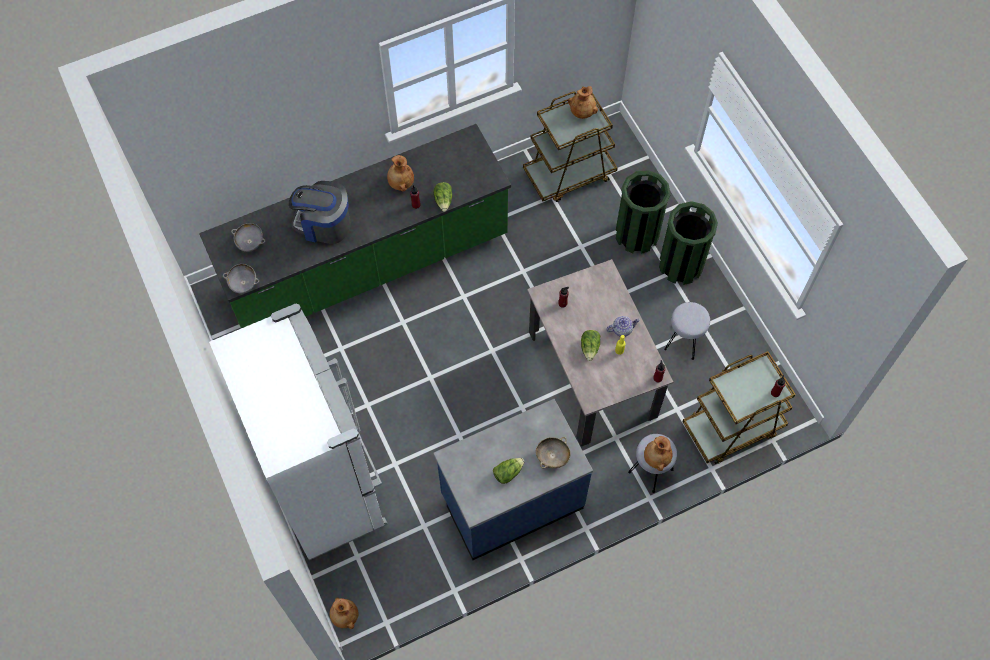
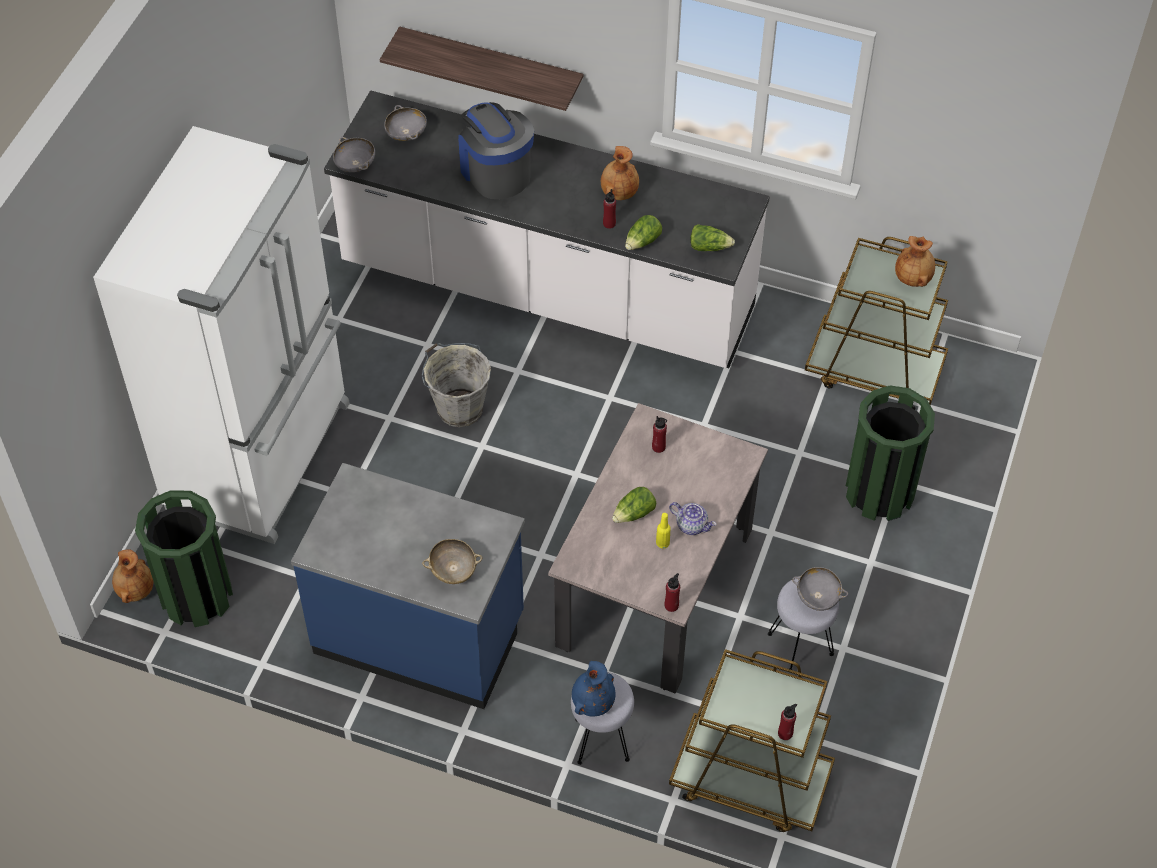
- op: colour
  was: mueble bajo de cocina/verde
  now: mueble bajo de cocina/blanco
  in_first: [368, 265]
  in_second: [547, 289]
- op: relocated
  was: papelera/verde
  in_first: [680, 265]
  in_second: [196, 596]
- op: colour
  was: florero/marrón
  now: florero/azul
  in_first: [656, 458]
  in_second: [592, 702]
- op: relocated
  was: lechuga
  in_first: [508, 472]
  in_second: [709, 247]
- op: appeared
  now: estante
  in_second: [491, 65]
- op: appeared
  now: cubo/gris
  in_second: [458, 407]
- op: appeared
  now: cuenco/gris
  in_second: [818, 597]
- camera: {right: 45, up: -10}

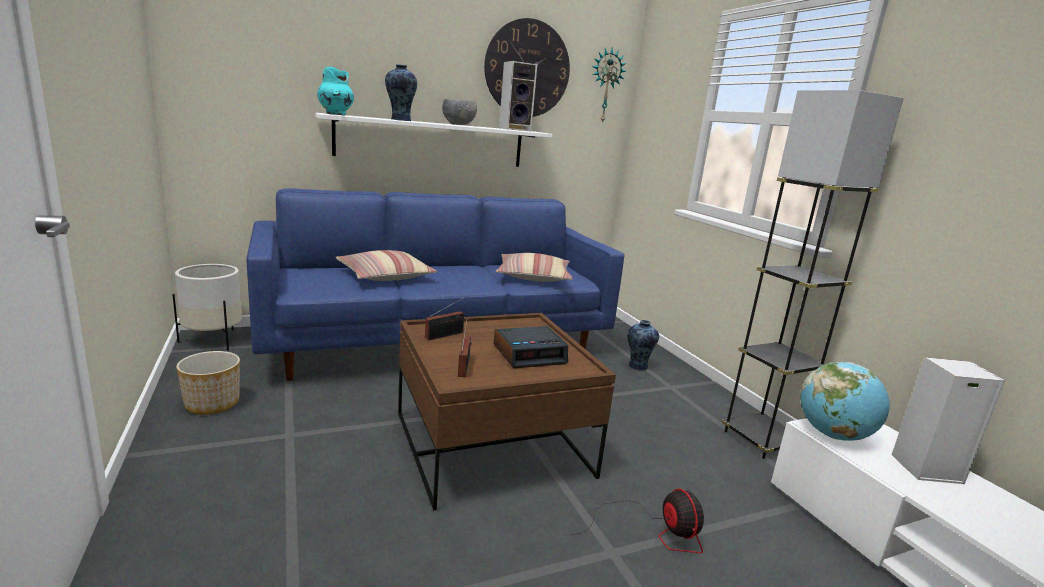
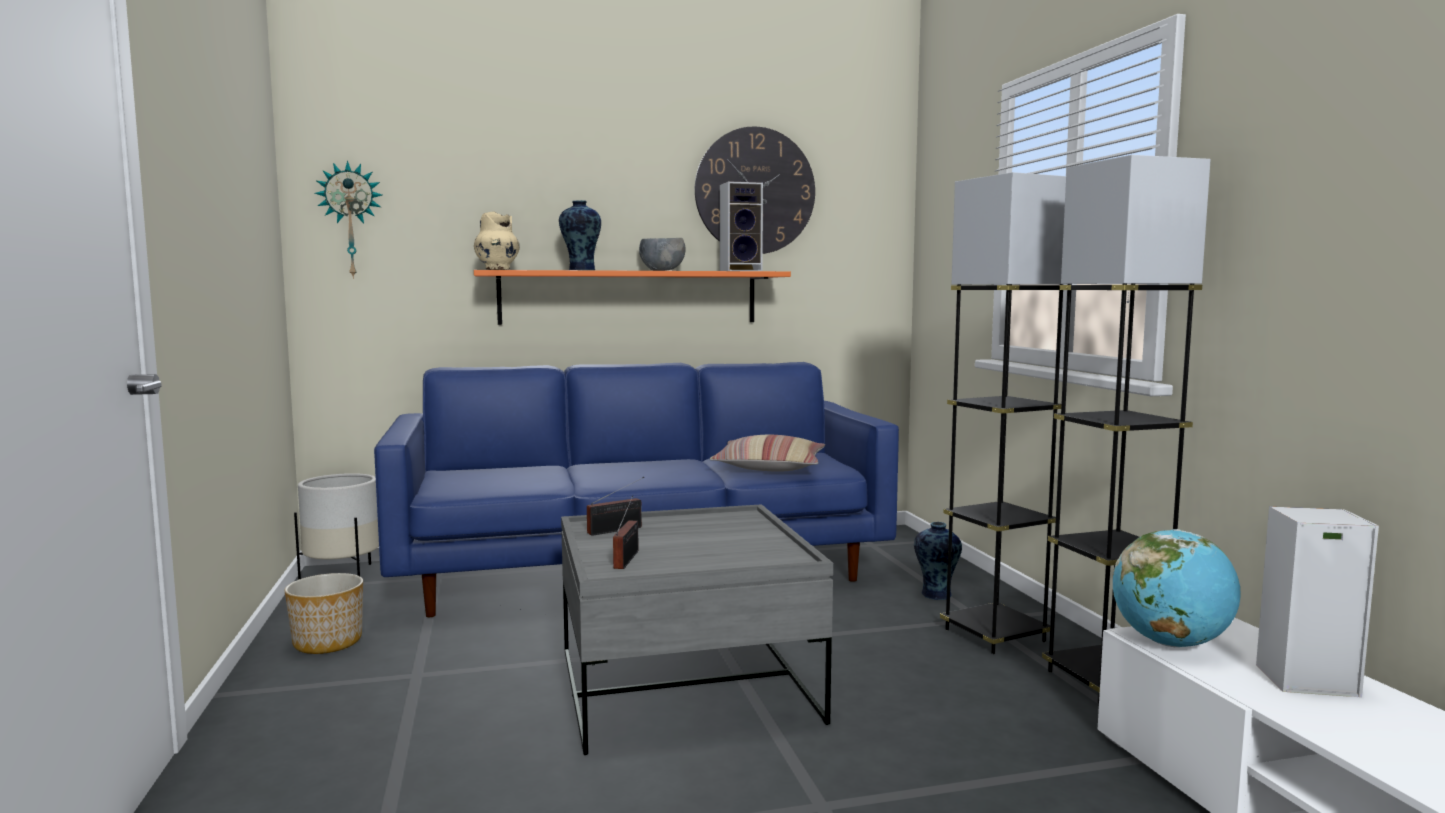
- op: relocated
  was: reloj de pared
  in_first: [605, 86]
  in_second: [351, 220]
- op: colour
  was: florero/turquesa
  now: florero/beis
  in_first: [336, 114]
  in_second: [497, 269]
- op: colour
  was: estante/blanco
  now: estante/naranja
  in_first: [432, 142]
  in_second: [629, 297]
- op: missing
  was: cojín
  in_first: [385, 276]
- op: colour
  was: mesa de centro/marrón
  now: mesa de centro/gris
  in_first: [491, 445]
  in_second: [685, 686]
- op: missing
  was: despertador
  in_first: [529, 354]
- op: missing
  was: ventilador
  in_first: [652, 531]
- op: appeared
  now: lámpara de pie/gris
  in_second: [994, 635]
- camera: {right: 10, up: -10}

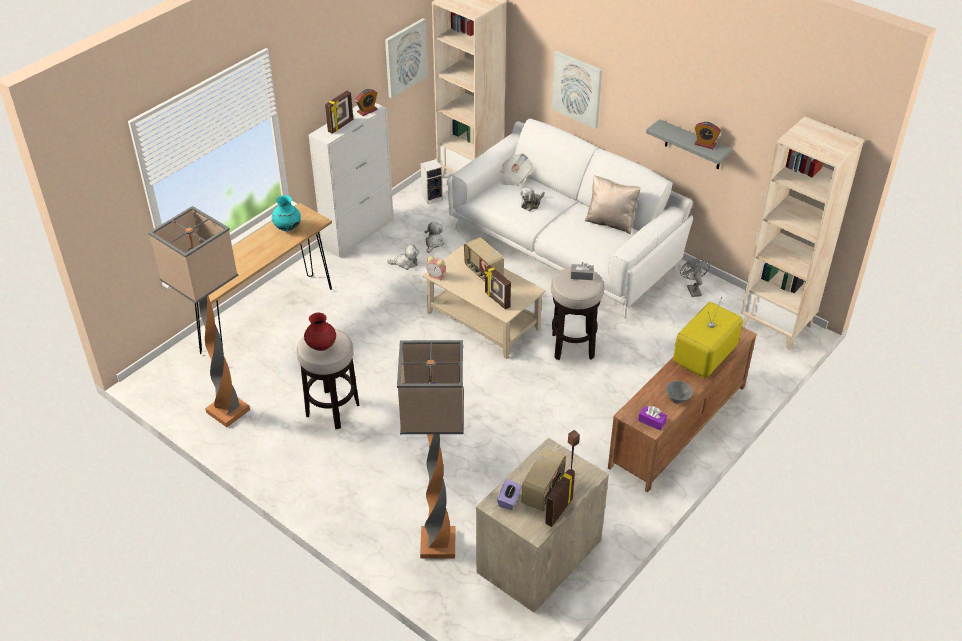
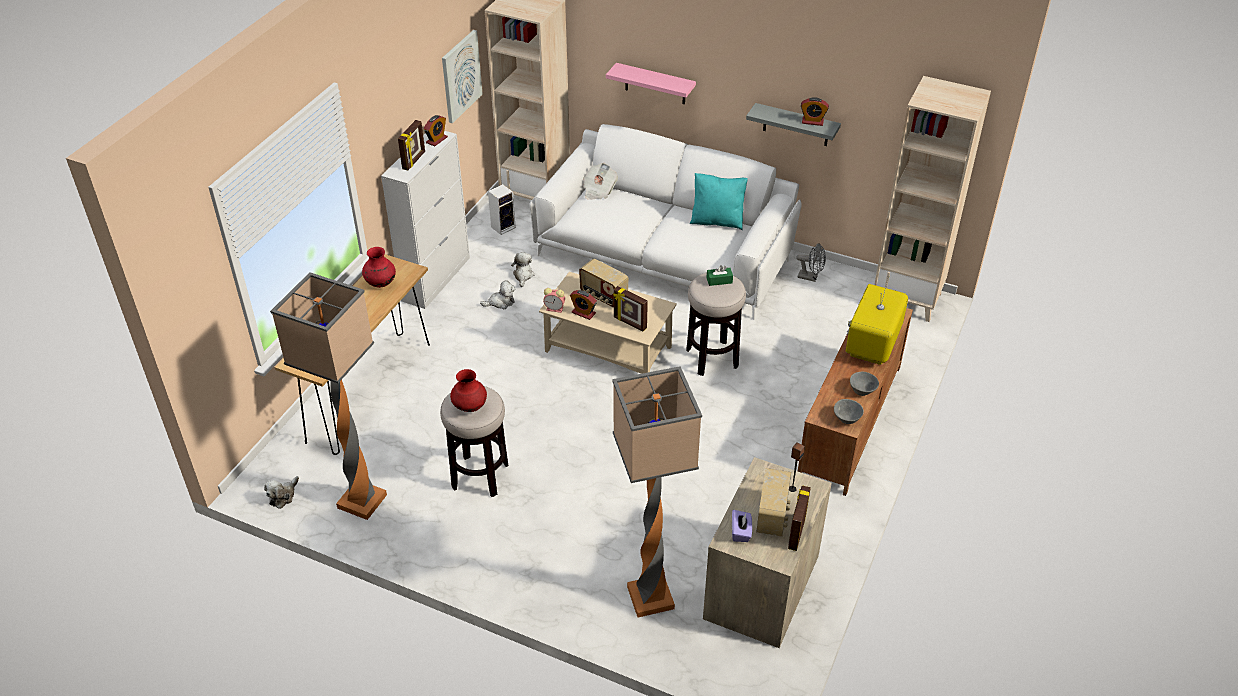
- op: exchanged
  was: cuadro
  now: estante/rosa
  in_first: [577, 89]
  in_second: [655, 84]
- op: colour
  was: cojín/beis
  now: cojín/turquesa
  in_first: [610, 222]
  in_second: [717, 221]
- op: relocated
  was: peluche
  in_first: [531, 203]
  in_second: [283, 496]
- op: colour
  was: florero/turquesa
  now: florero/rojo
  in_first: [287, 227]
  in_second: [380, 283]
- op: spun
  was: ventilador/gris
  in_first: [692, 289]
  in_second: [810, 277]
  clockwise: 135
- op: colour
  was: caja de pañuelos/gris
  now: caja de pañuelos/verde
  in_first: [581, 275]
  in_second: [719, 280]
- op: exchanged
  was: caja de pañuelos/morado
  now: cuenco/gris
  in_first: [652, 421]
  in_second: [846, 419]
- op: appeared
  now: despertador
  in_second: [583, 313]
- camera: {right: -15, up: 0}

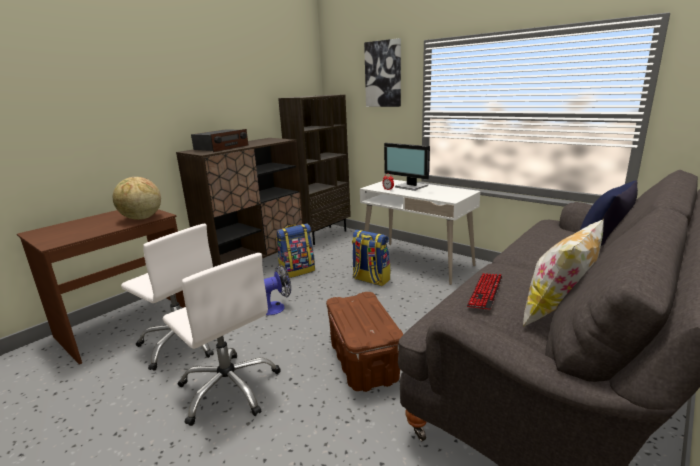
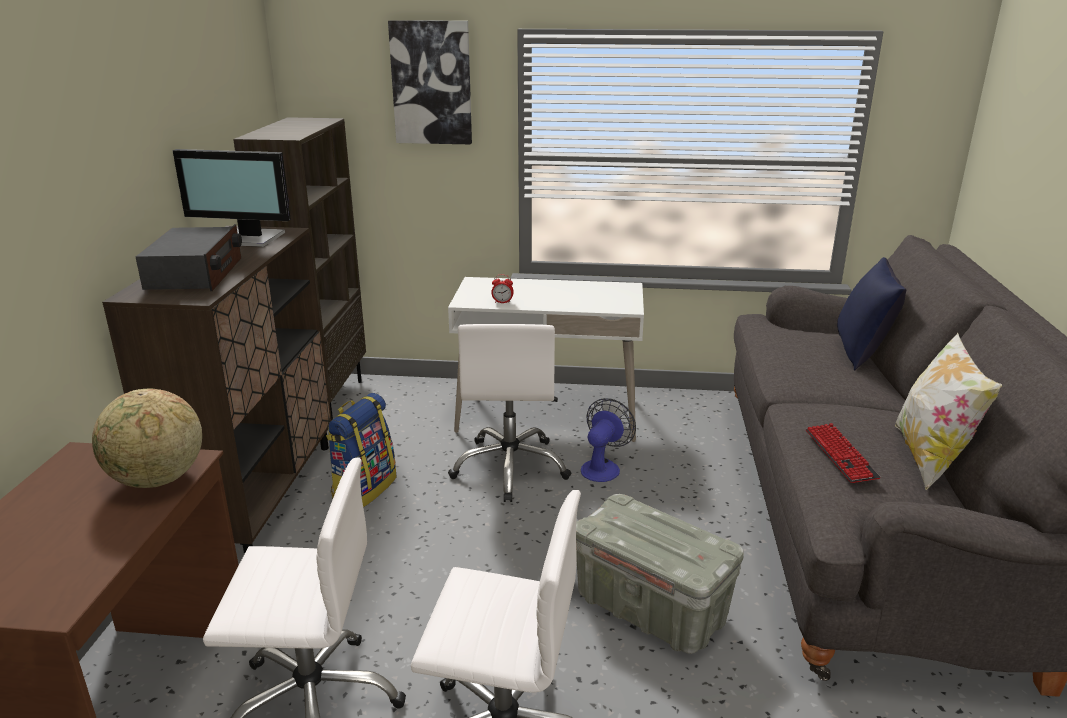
- op: relocated
  was: monitor
  in_first: [411, 187]
  in_second: [250, 239]
- op: exchanged
  was: mochila
  now: silla de oficina/blanco
  in_first: [370, 280]
  in_second: [511, 467]
- op: relocated
  was: ventilador
  in_first: [276, 307]
  in_second: [603, 467]
- op: colour
  was: caja de almacenaje/marrón
  now: caja de almacenaje/gris
  in_first: [364, 363]
  in_second: [652, 608]
- camera: {right: -35, up: 5}

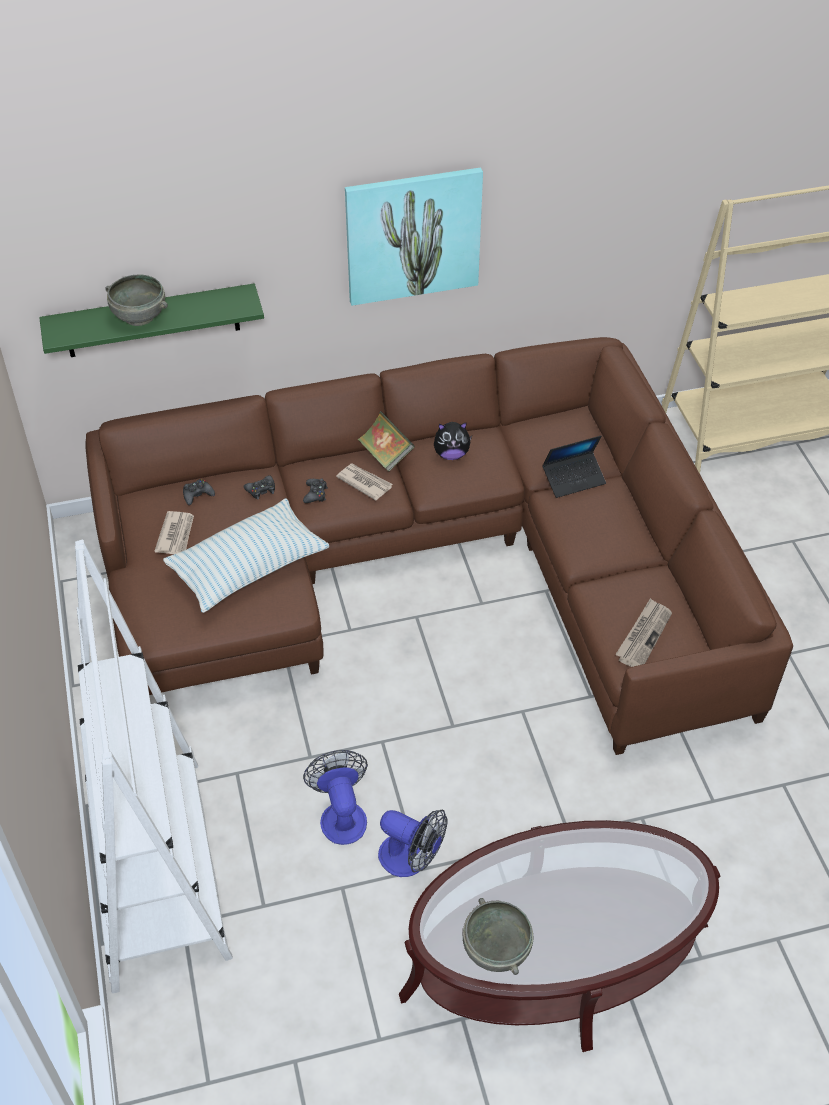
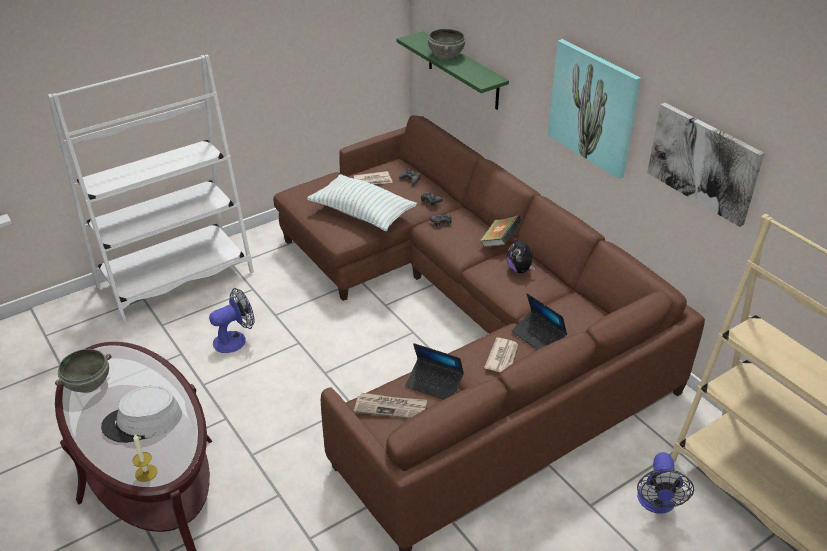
- op: relocated
  was: periódico
  in_first: [364, 482]
  in_second: [502, 357]
- op: relocated
  was: ventilador
  in_first: [411, 859]
  in_second: [656, 503]
- op: appeared
  now: cuadro
  in_second: [703, 162]
- op: appeared
  now: portátil
  in_second: [434, 384]
- op: appeared
  now: sombrero/gris
  in_second: [142, 421]
- op: appeared
  now: vela
  in_second: [146, 473]
- camera: {right: 70, up: -10}

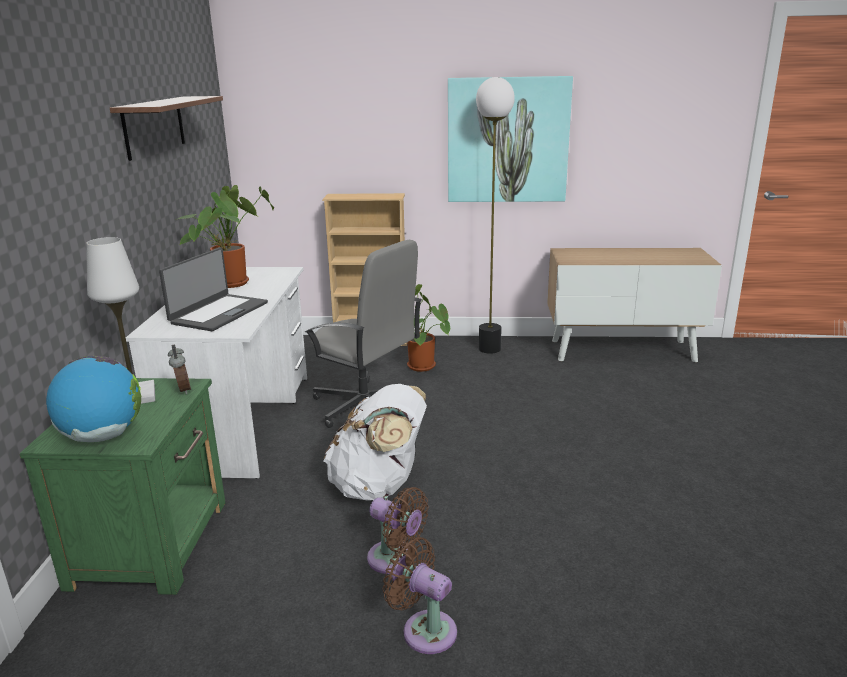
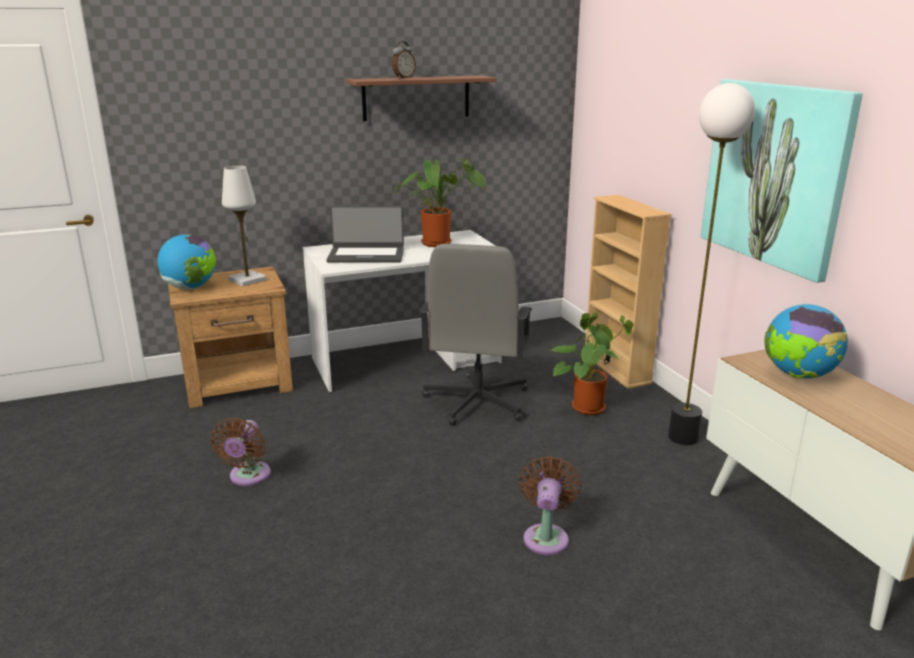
- op: relocated
  was: despertador
  in_first: [182, 390]
  in_second: [403, 78]
- op: colour
  was: mesita de noche/verde
  now: mesita de noche/marrón
  in_first: [153, 542]
  in_second: [239, 383]
- op: missing
  was: mochila/blanco
  in_first: [379, 486]
- op: relocated
  was: ventilador/marrón
  in_first: [424, 629]
  in_second: [546, 536]
- op: appeared
  now: globo terráqueo
  in_second: [798, 375]
- camera: {right: 65, up: 0}

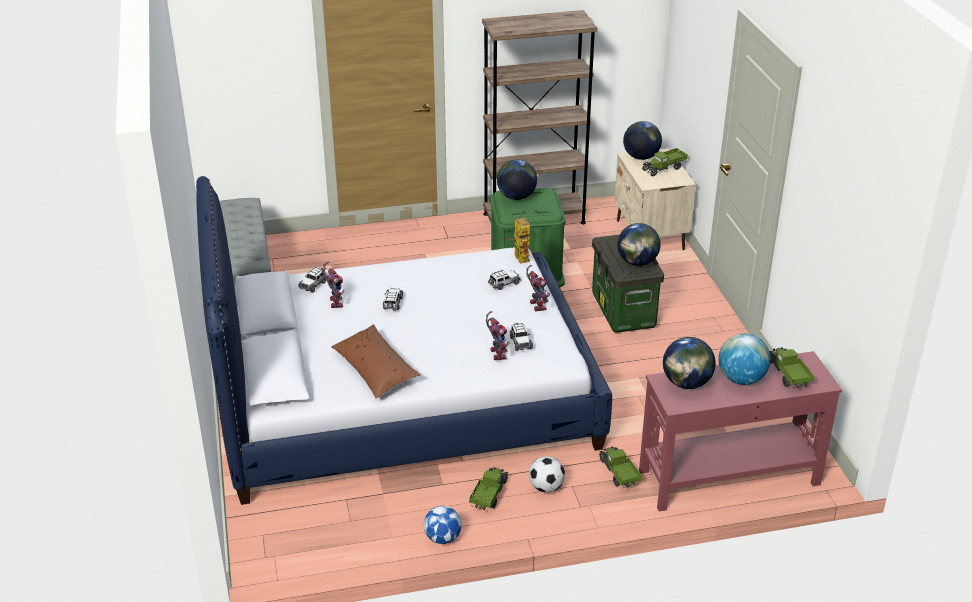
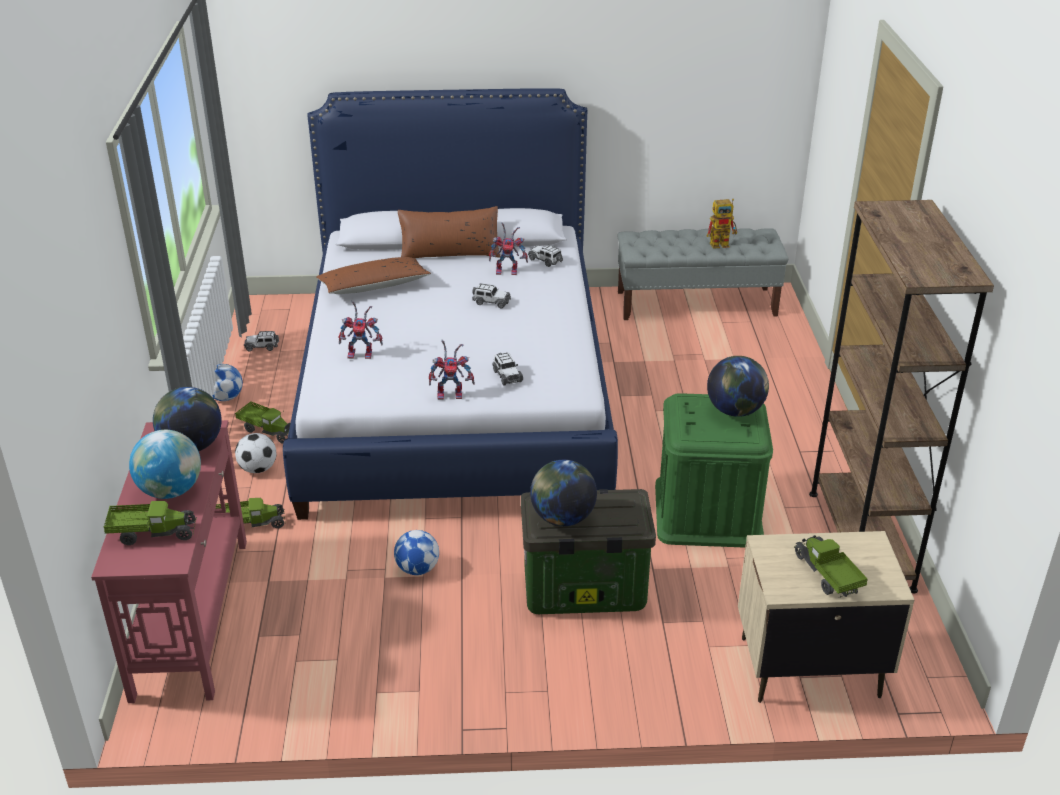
- op: missing
  was: globo terráqueo
  in_first: [641, 157]
- op: relocated
  was: robot de juguete
  in_first: [518, 257]
  in_second: [723, 243]
- op: relocated
  was: coche de juguete
  in_first: [520, 342]
  in_second: [262, 346]
- op: appeared
  now: cojín/marrón
  in_second: [450, 253]
- op: appeared
  now: balón de fútbol
  in_second: [417, 569]
- camera: {right: 100, up: 0}

